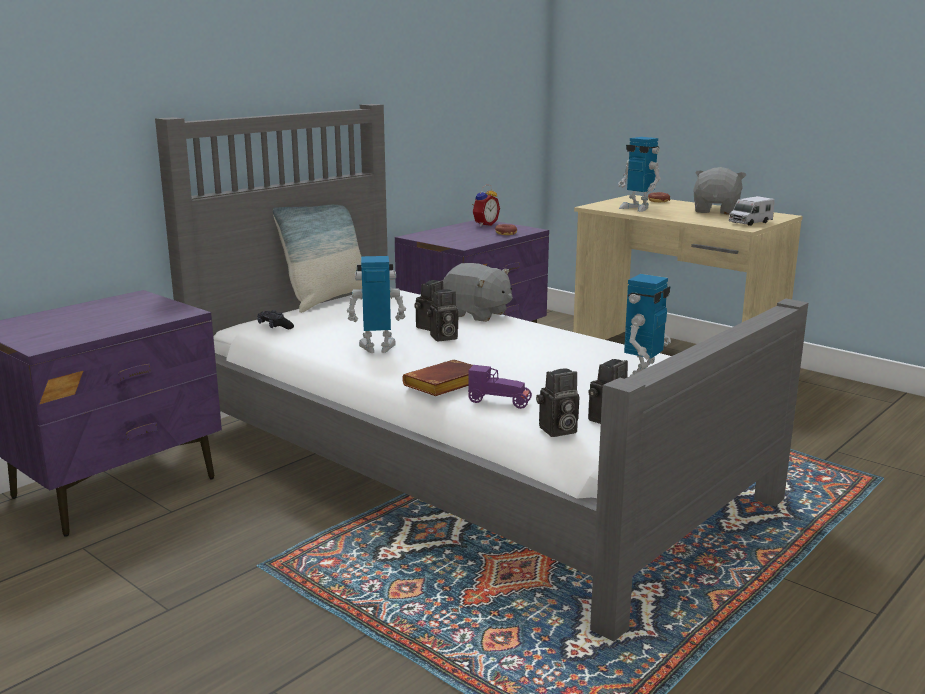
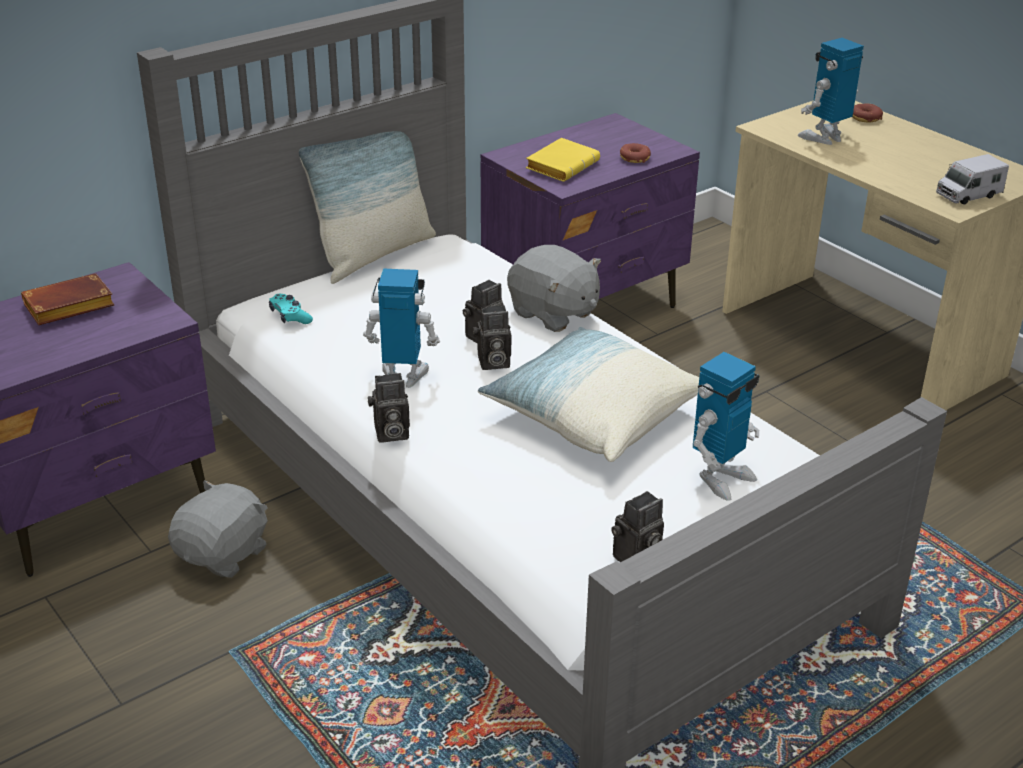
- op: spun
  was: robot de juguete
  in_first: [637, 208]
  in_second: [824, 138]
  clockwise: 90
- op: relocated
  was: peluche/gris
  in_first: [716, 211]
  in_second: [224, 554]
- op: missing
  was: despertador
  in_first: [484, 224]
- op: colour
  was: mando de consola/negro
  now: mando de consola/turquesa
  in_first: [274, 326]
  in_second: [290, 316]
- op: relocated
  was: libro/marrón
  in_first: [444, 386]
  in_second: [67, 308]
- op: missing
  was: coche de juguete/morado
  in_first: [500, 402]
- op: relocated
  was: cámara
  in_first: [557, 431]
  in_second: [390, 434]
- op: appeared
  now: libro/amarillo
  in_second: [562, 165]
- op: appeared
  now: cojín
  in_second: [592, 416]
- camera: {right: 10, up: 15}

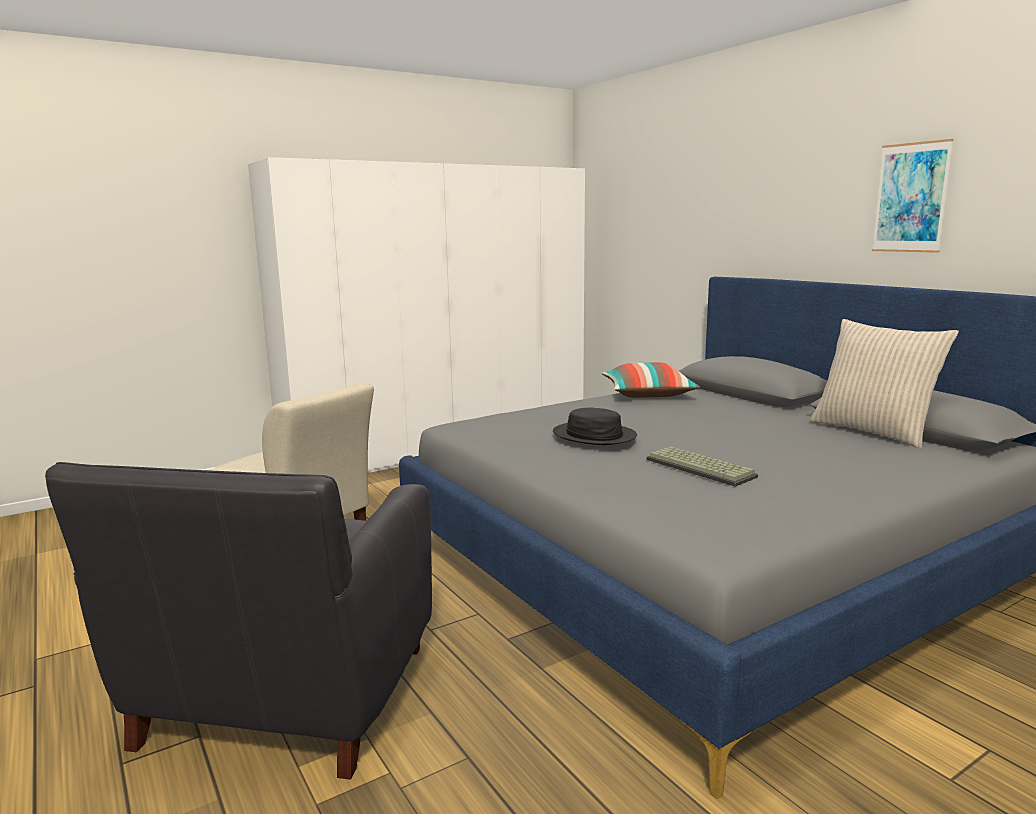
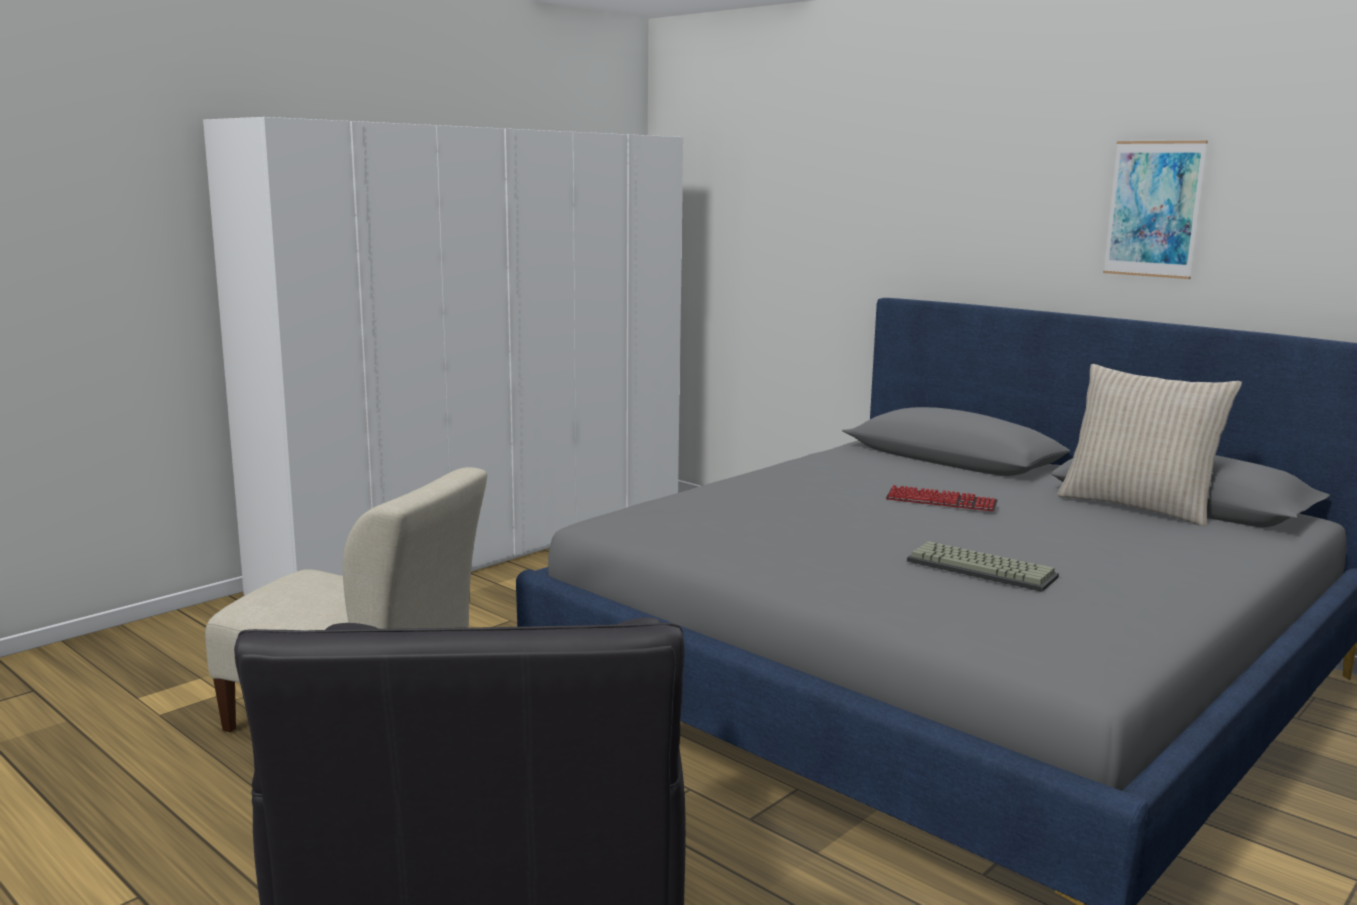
- op: missing
  was: cojín
  in_first: [647, 394]
- op: missing
  was: sombrero/negro
  in_first: [594, 435]
- op: appeared
  now: teclado
  in_second: [941, 502]
- camera: {right: -15, up: 0}

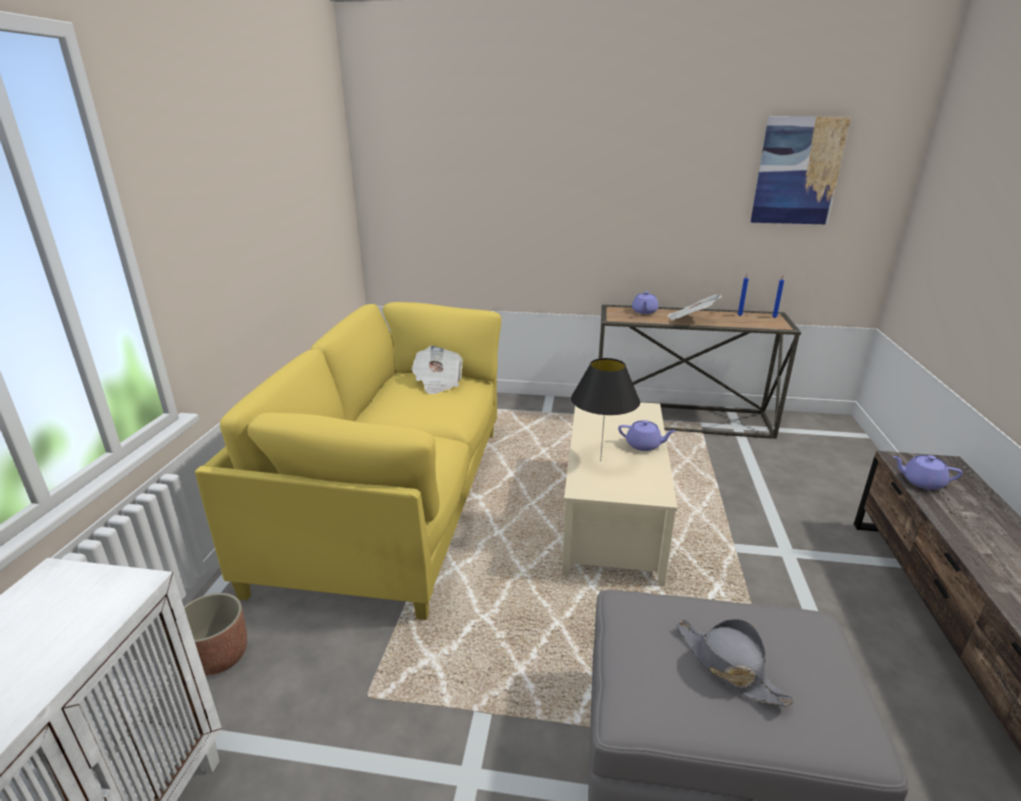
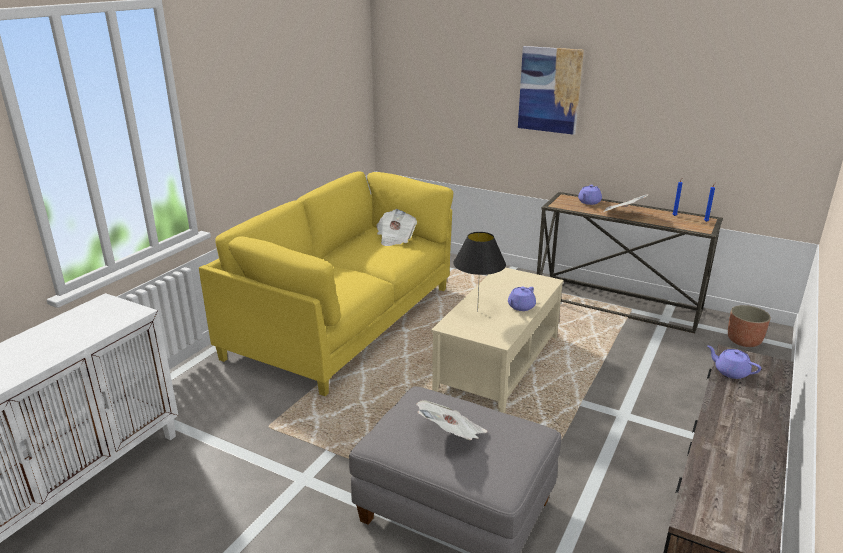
- op: relocated
  was: cuadro
  in_first: [797, 171]
  in_second: [549, 90]
- op: spun
  was: tetera/morado
  in_first: [644, 445]
  in_second: [520, 307]
  clockwise: 90
- op: relocated
  was: maceta
  in_first: [218, 656]
  in_second: [743, 340]
- op: exchanged
  was: sombrero/gris
  now: periódico
  in_first: [728, 667]
  in_second: [451, 435]
- camera: {right: 20, up: 0}

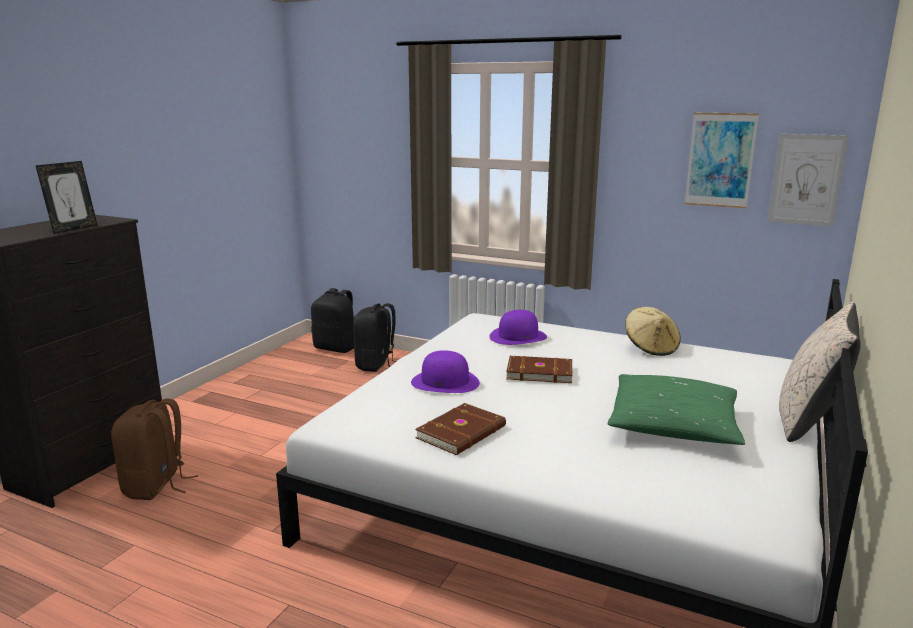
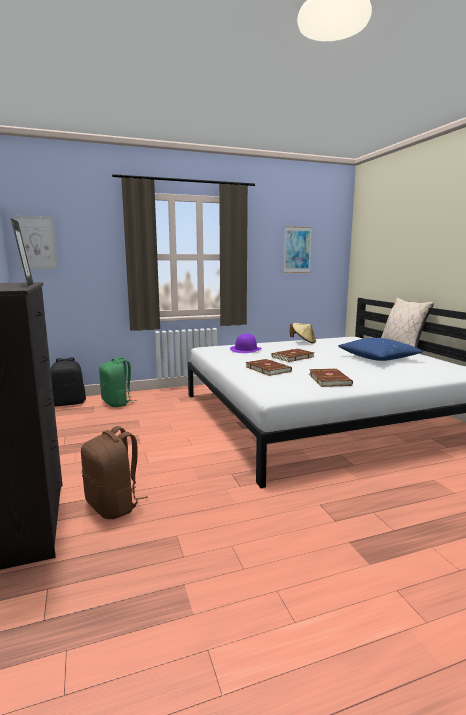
- op: relocated
  was: cuadro
  in_first: [806, 180]
  in_second: [36, 243]
- op: colour
  was: mochila/negro
  now: mochila/verde
  in_first: [376, 365]
  in_second: [117, 403]
- op: exchanged
  was: sombrero/morado
  now: libro/marrón
  in_first: [445, 382]
  in_second: [268, 369]
- op: colour
  was: cojín/verde
  now: cojín/azul
  in_first: [673, 425]
  in_second: [378, 358]
- camera: {right: -45, up: -5}

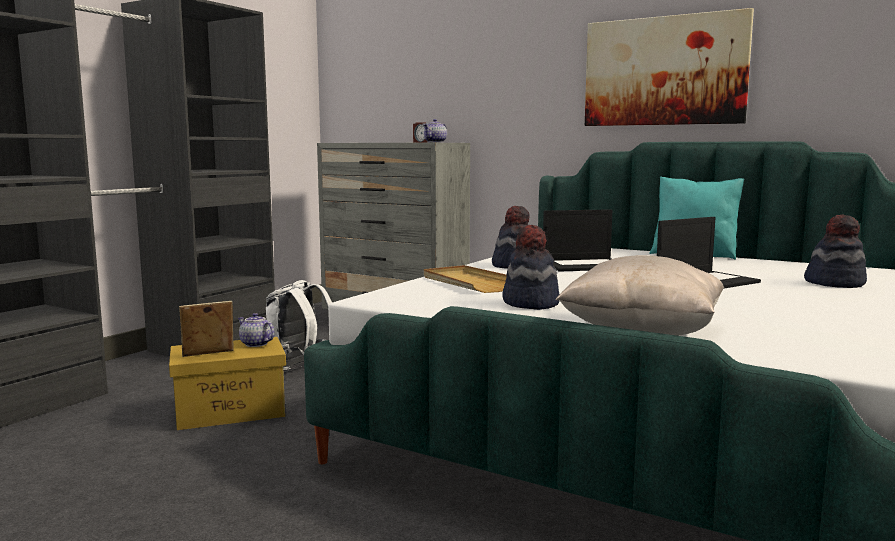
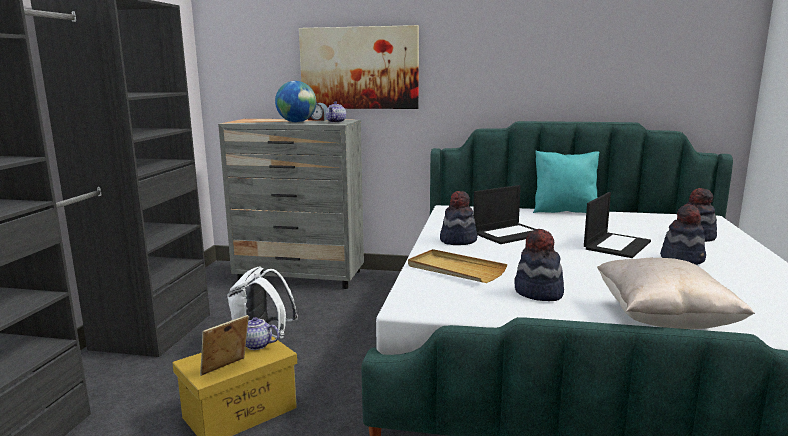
- op: relocated
  was: cuadro
  in_first: [664, 71]
  in_second: [359, 68]
- op: appeared
  now: globo terráqueo
  in_second: [297, 122]
- op: appeared
  now: sombrero
  in_second: [682, 259]
- camera: {right: -20, up: 5}

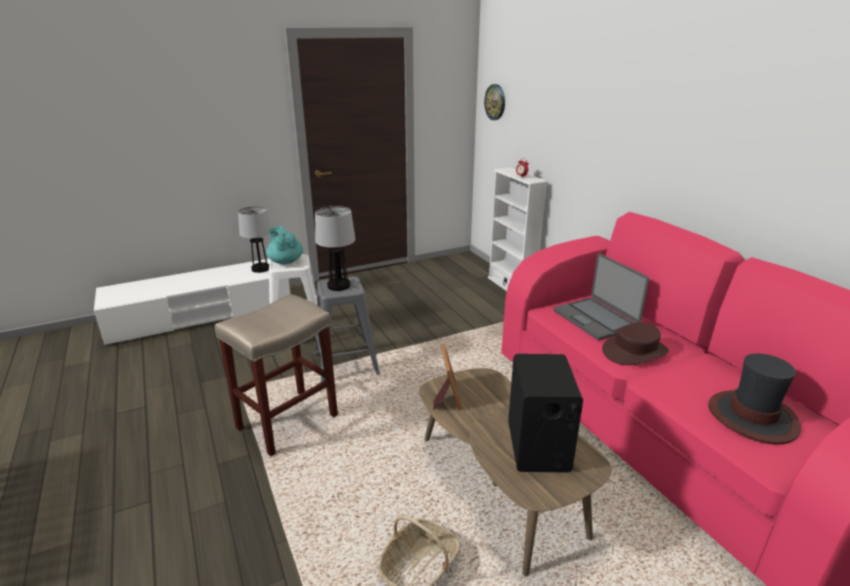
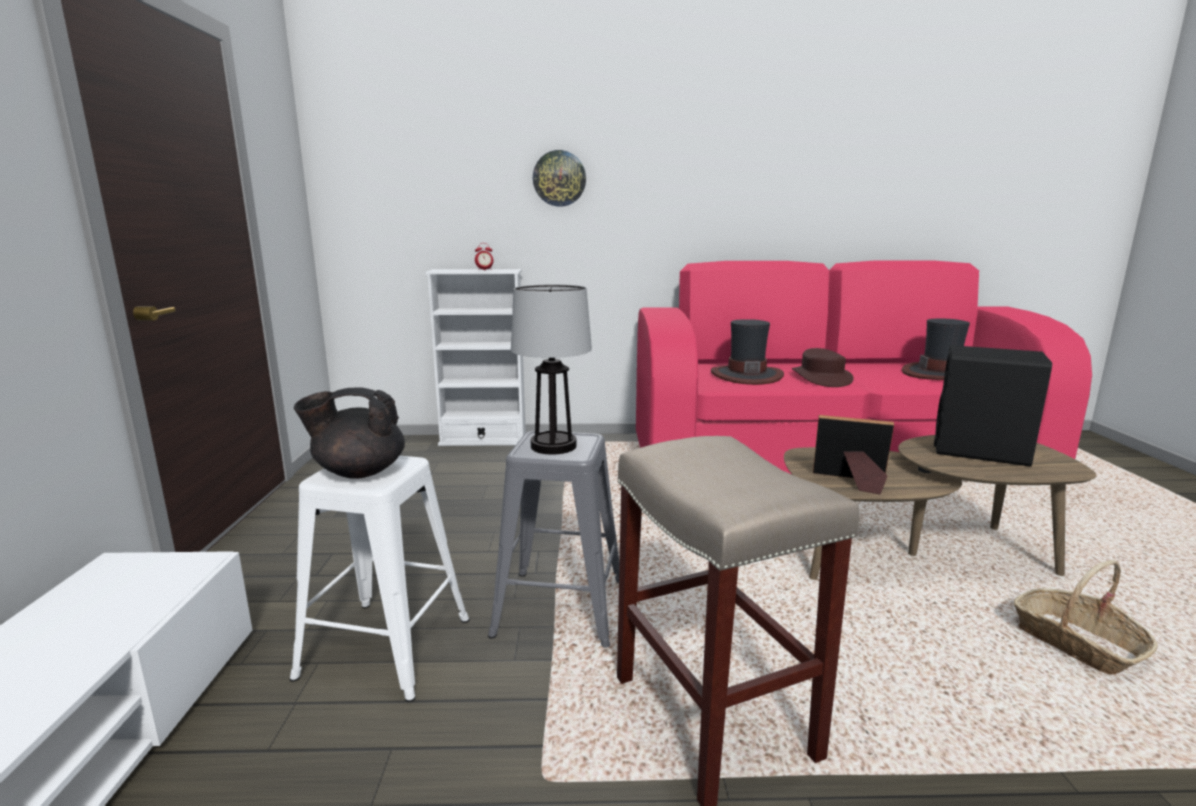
- op: relocated
  was: reloj de pared
  in_first: [495, 102]
  in_second: [559, 178]
- op: missing
  was: lámpara de mesa
  in_first: [261, 269]
- op: colour
  was: tetera/turquesa
  now: tetera/negro
  in_first: [285, 261]
  in_second: [359, 472]
- op: exchanged
  was: portátil
  now: sombrero
  in_first: [595, 319]
  in_second: [746, 375]
- camera: {right: -65, up: -10}

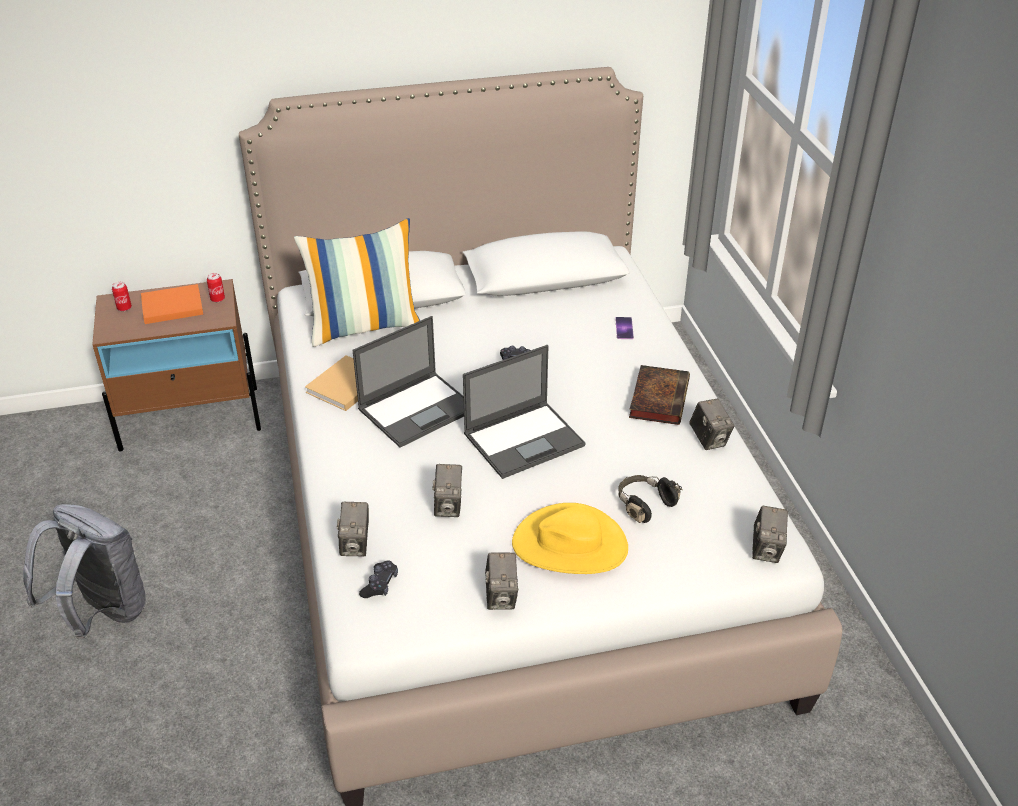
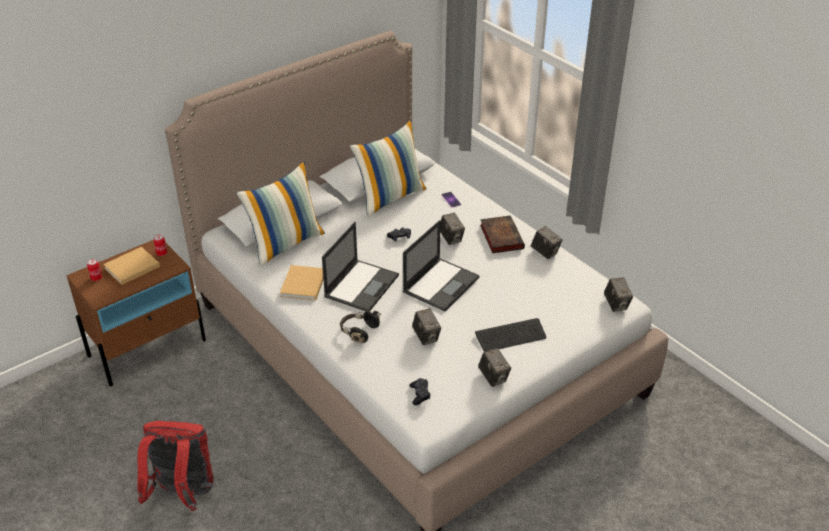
- op: colour
  was: libro/naranja
  now: libro/beis
  in_first: [170, 307]
  in_second: [130, 268]
- op: relocated
  was: auriculares/negro
  in_first: [644, 505]
  in_second: [359, 331]
- op: relocated
  was: cámara
  in_first: [355, 544]
  in_second: [451, 238]
- op: exchanged
  was: sombrero/amarillo
  now: teclado
  in_first: [570, 544]
  in_second: [510, 336]
- op: colour
  was: mochila/gris
  now: mochila/rojo
  in_first: [102, 613]
  in_second: [183, 494]
- op: appeared
  now: cojín
  in_second: [390, 197]
- camera: {right: -25, up: 0}

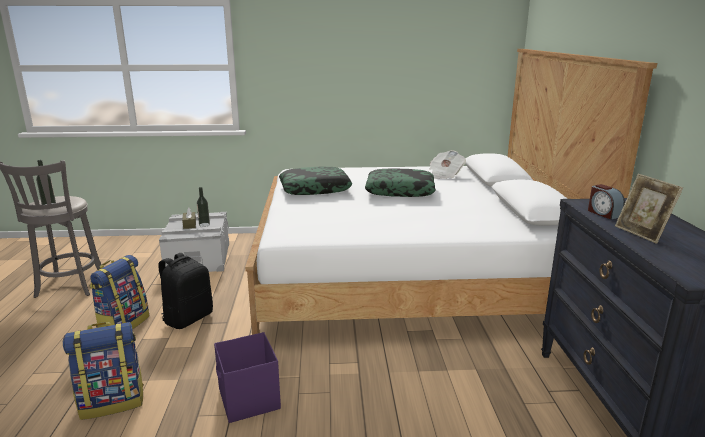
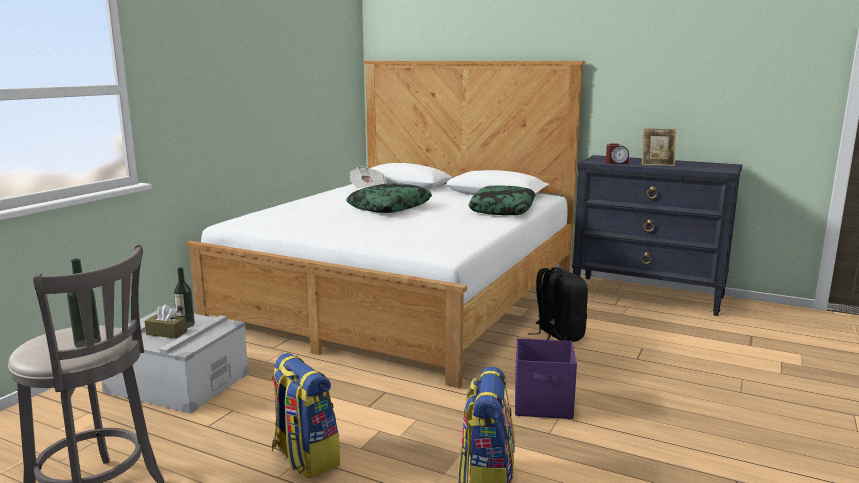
- op: relocated
  was: cojín
  in_first: [314, 189]
  in_second: [503, 209]
- op: relocated
  was: mochila/negro
  in_first: [188, 318]
  in_second: [557, 335]
- camera: {right: -60, up: -5}

